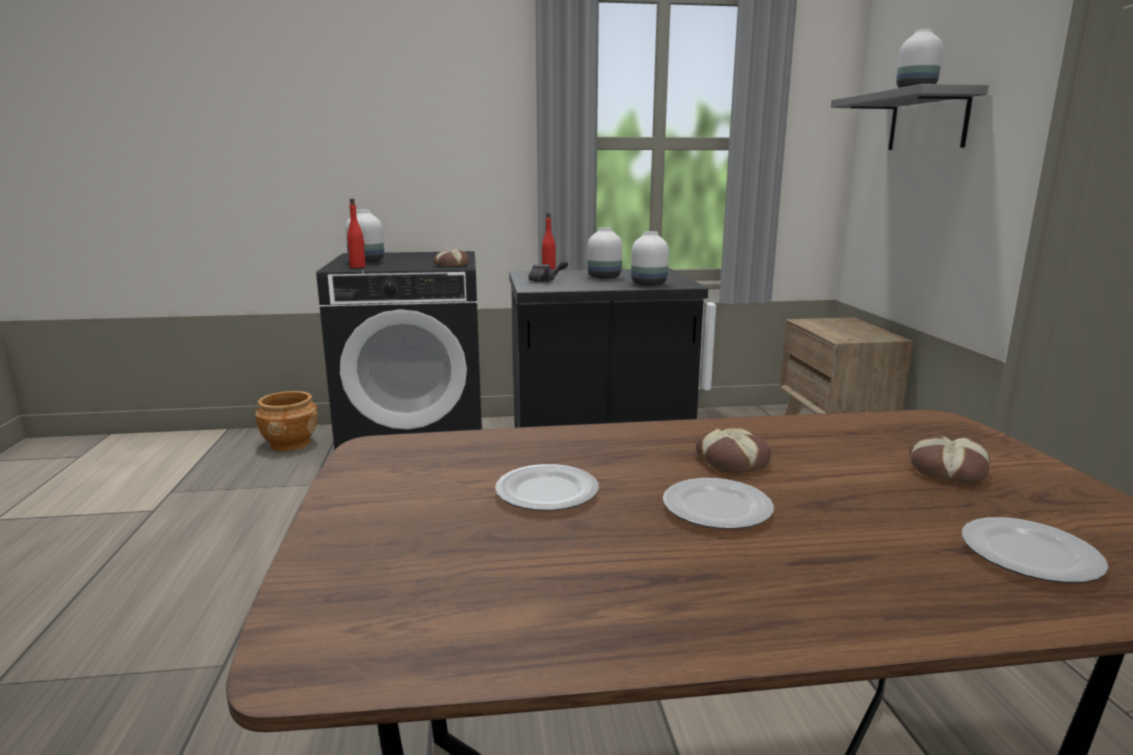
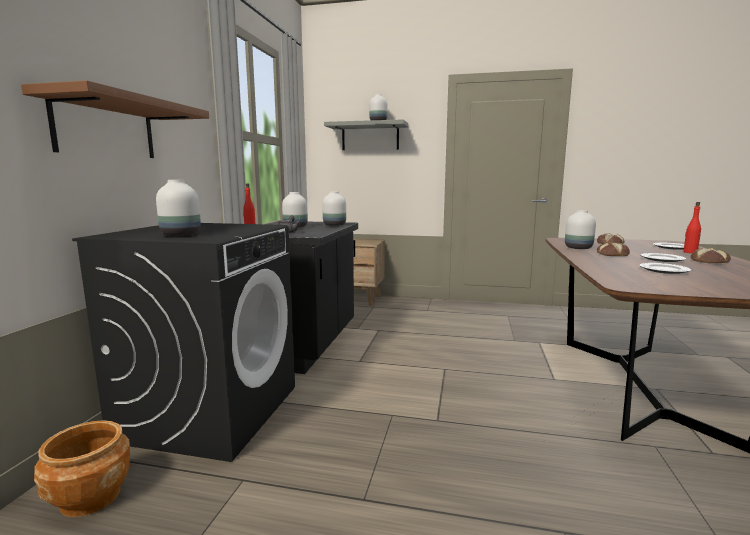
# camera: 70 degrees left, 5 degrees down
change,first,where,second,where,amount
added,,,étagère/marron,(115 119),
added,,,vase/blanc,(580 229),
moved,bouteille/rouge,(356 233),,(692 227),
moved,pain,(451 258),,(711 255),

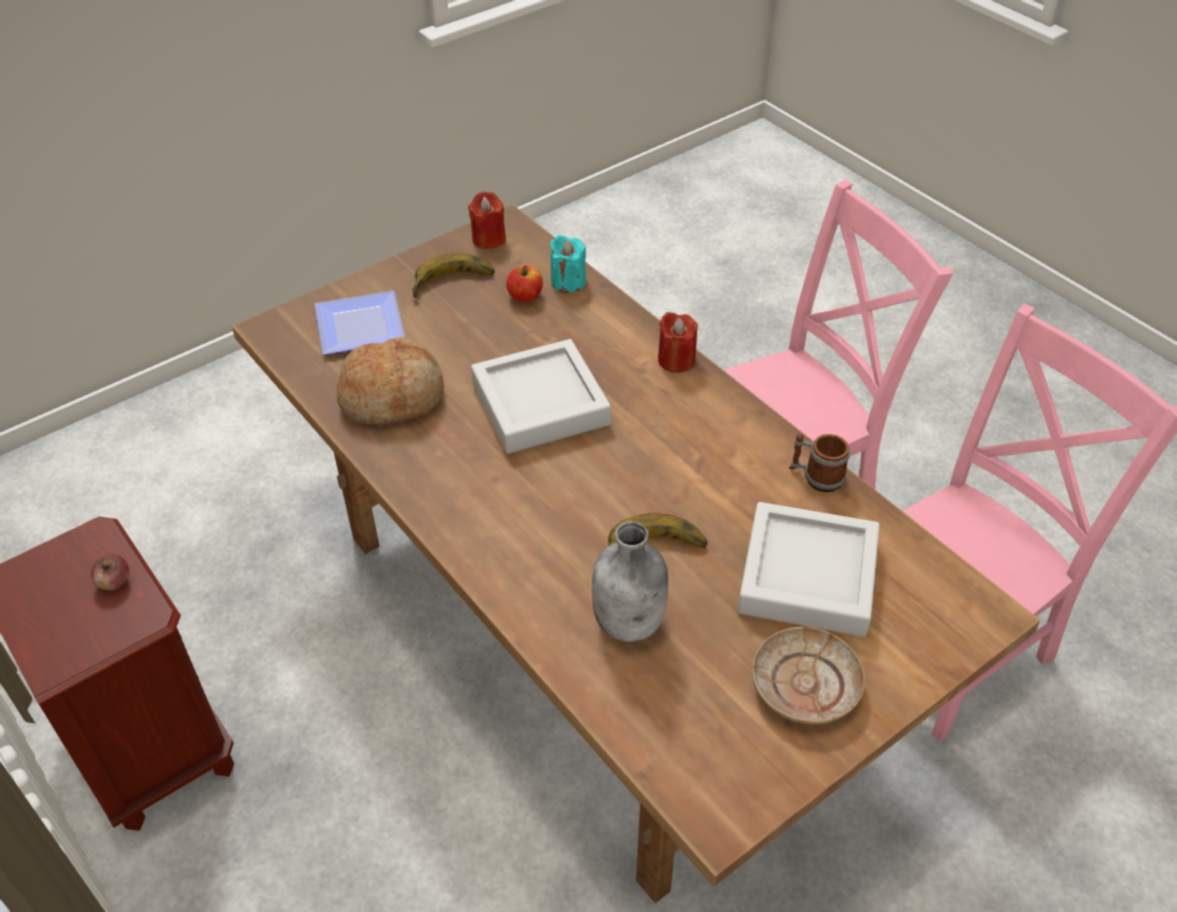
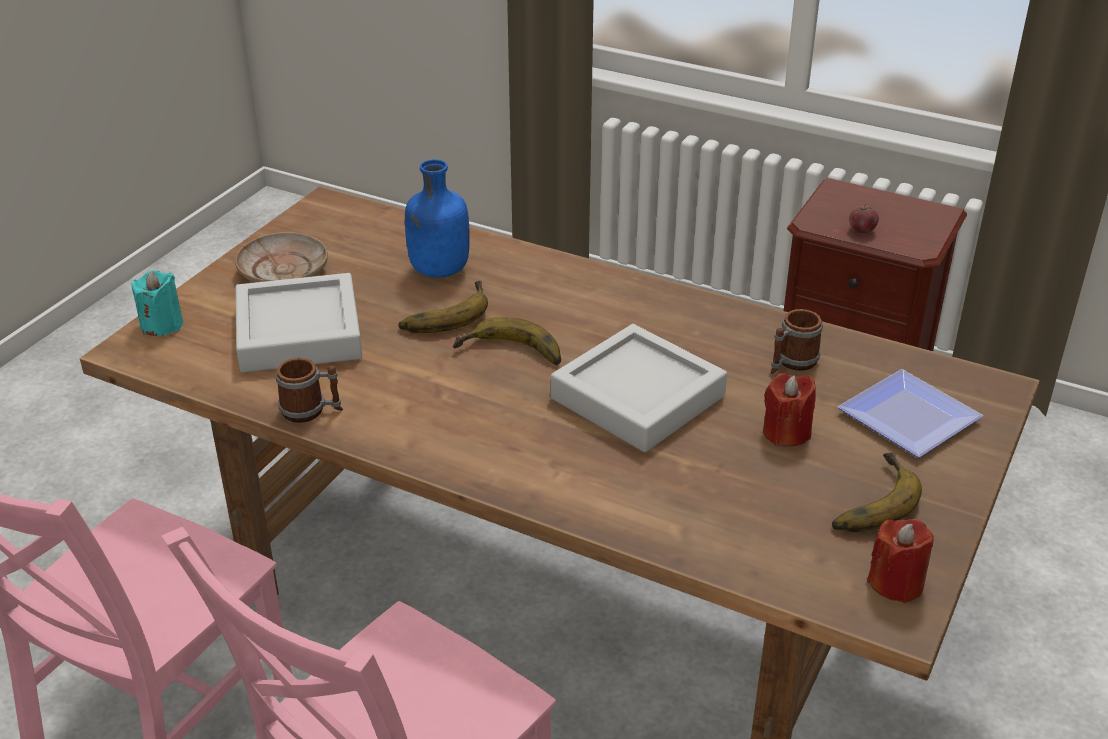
# camera: 155 degrees right, 10 degrees down
change,first,where,second,where,amount
removed,pomme,(524 283),,,
added,,,banane,(507 341),
moved,bougie/turquoise,(568 264),,(157 303),
moved,bougie/rouge,(678 342),,(789 410),
replaced,pain,(390 381),mug,(797 341),
recoloured,bouteille/gris,(630 581),bouteille/bleu,(437 218),

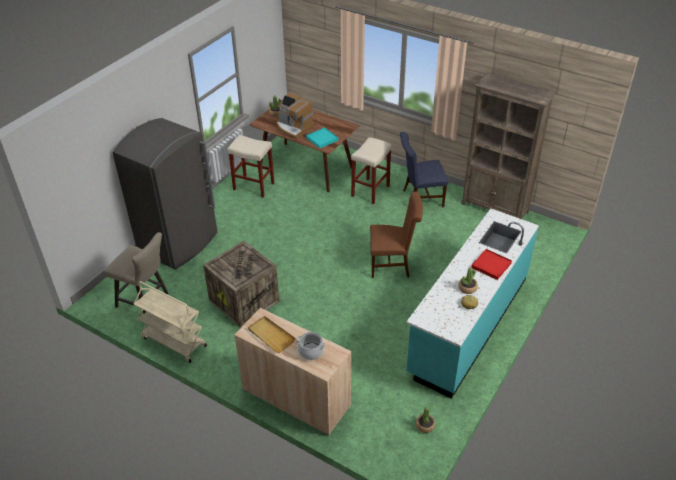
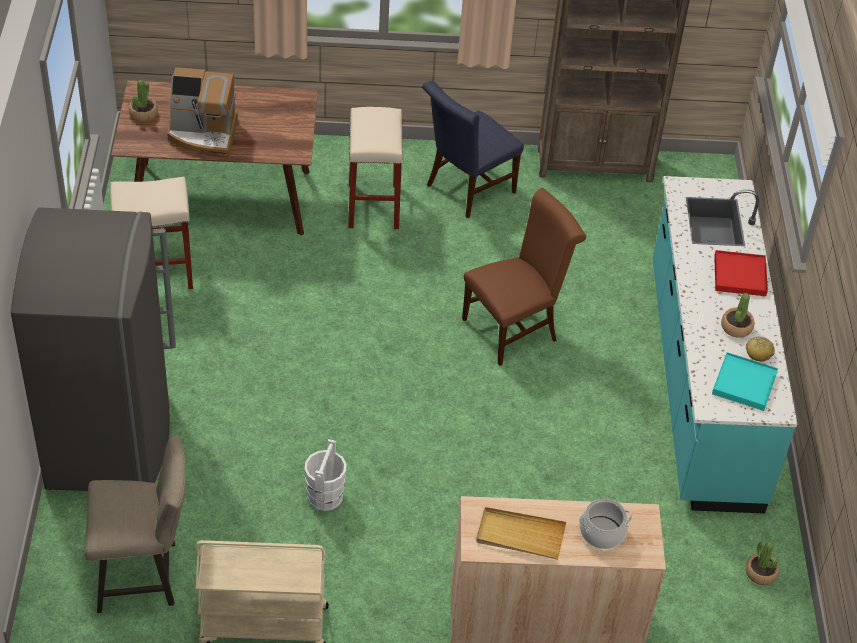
# camera: 35 degrees left, 5 degrees up
change,first,where,second,where,amount
moved,plateau/turquoise,(322 138),,(745 381),
replaced,caisse,(241 284),seau/blanc,(325 475),

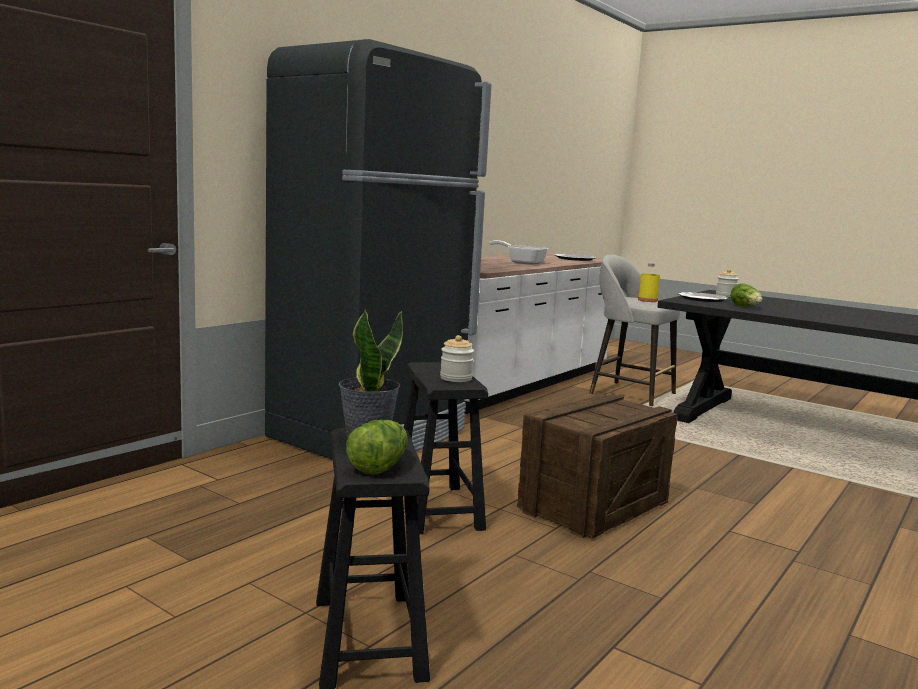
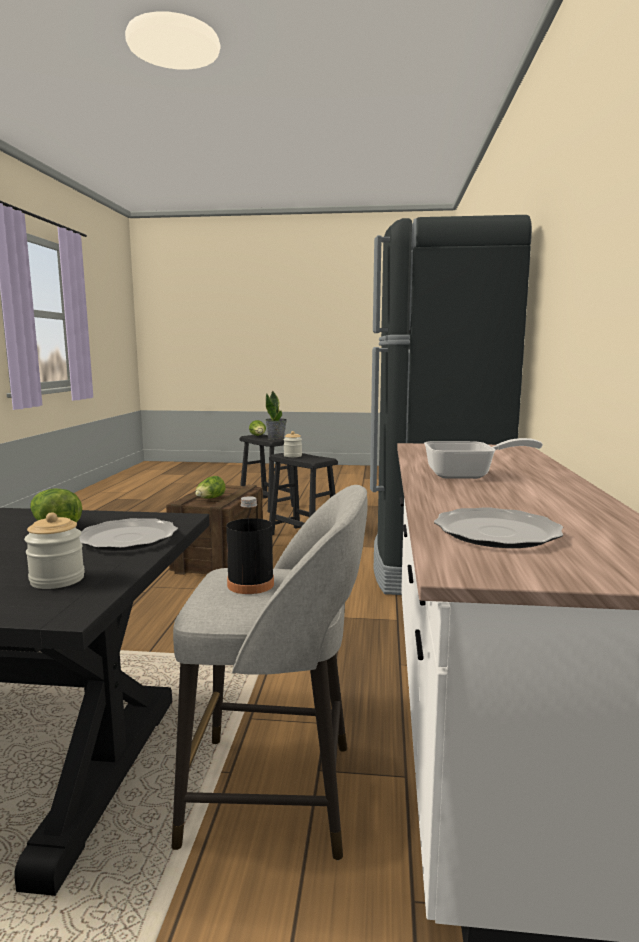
# camera: 150 degrees right, 0 degrees up
change,first,where,second,where,amount
added,,,laitue,(210 487),
recoloured,bouteille/jaune,(649 282),bouteille/noir,(250 545),

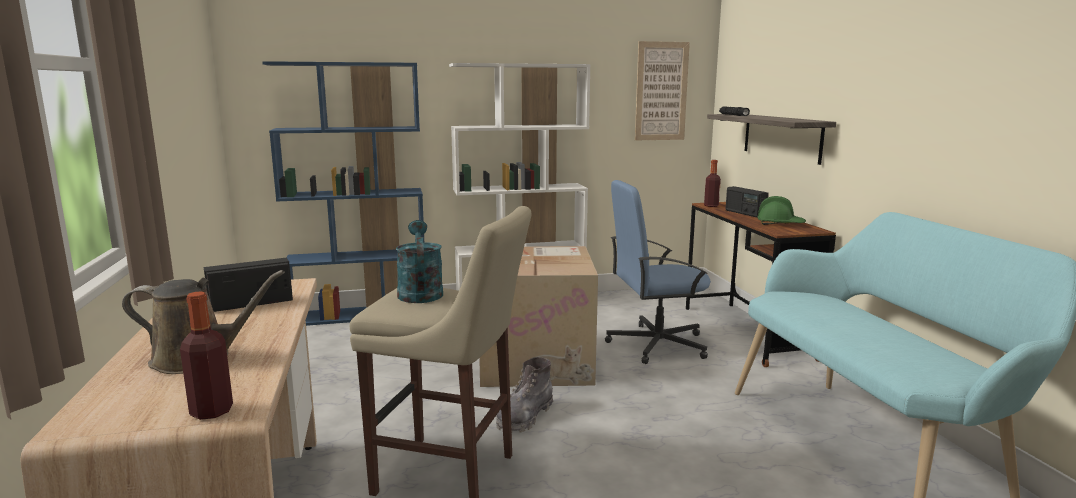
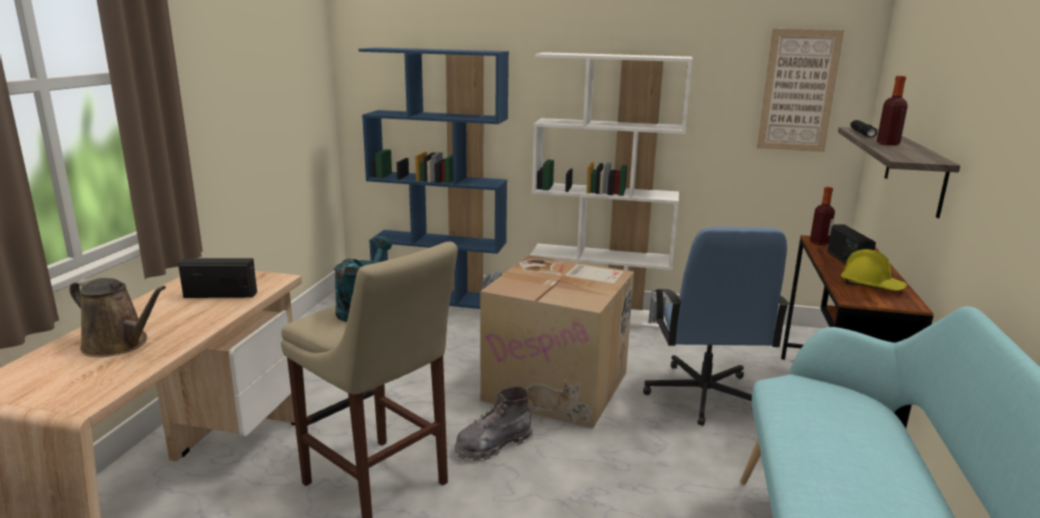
# camera: 25 degrees right, 5 degrees up
change,first,where,second,where,amount
moved,bouteille,(206 355),,(892 110),
recoloured,casque de chantier/vert,(781 210),casque de chantier/jaune,(874 270),
turned,chaise de bureau/bleu,(658 272),,(716 326),105 degrees counterclockwise

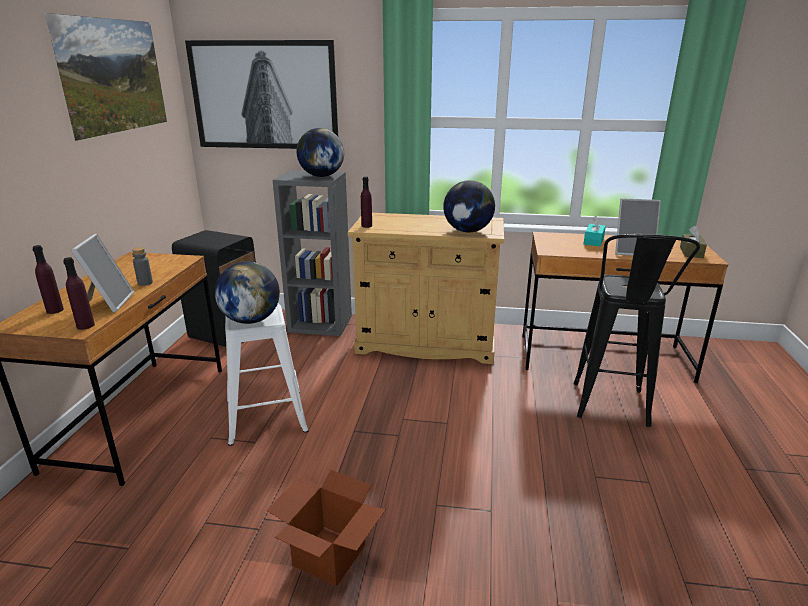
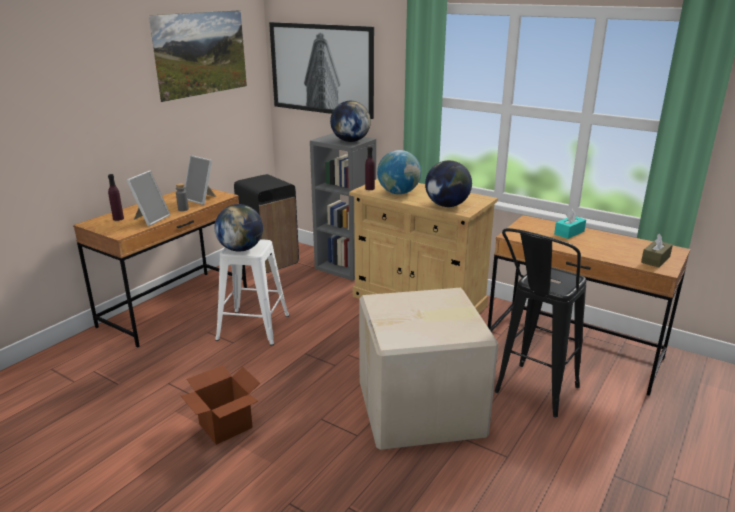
# camera: 25 degrees right, 0 degrees up
change,first,where,second,where,amount
removed,bouteille/violet,(79 293),,,
added,,,carton,(428 369),
added,,,globe,(399 172),
moved,cadre photo,(638 227),,(200 180),

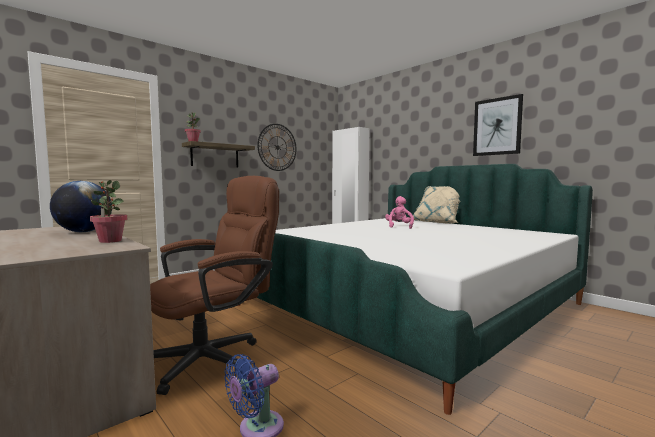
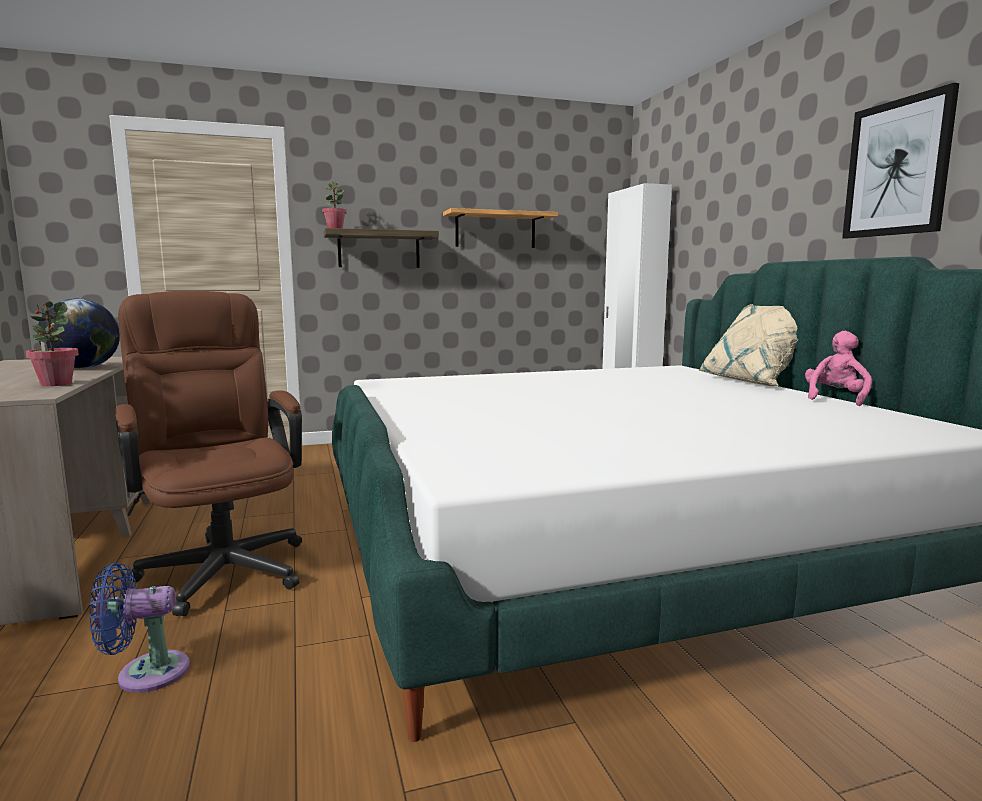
# camera: 25 degrees right, 5 degrees up
change,first,where,second,where,amount
moved,peluche/rose,(399 212),,(838 368),
replaced,horloge murale,(277 147),étagère,(500 228),
turned,chaise de bureau/marron,(214 285),,(208 453),105 degrees counterclockwise

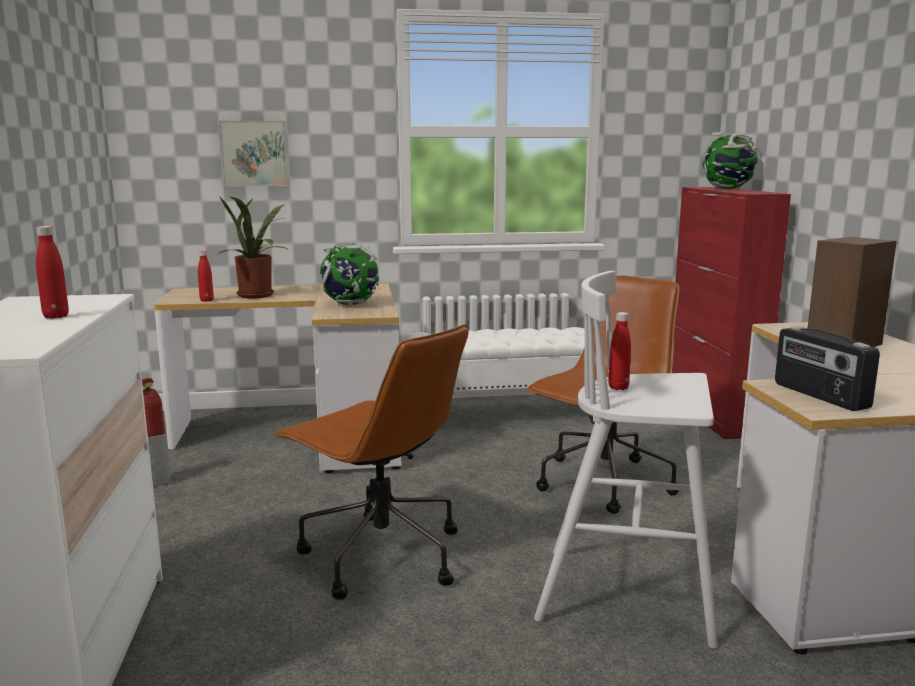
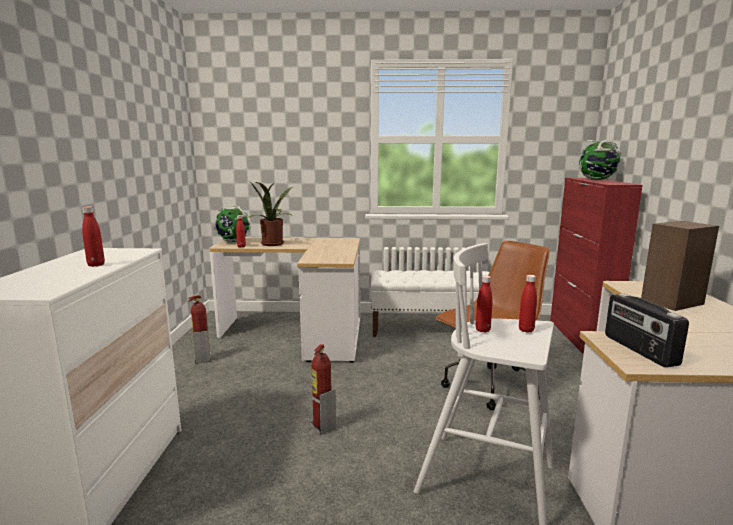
# camera: 10 degrees right, 0 degrees up
change,first,where,second,where,amount
removed,tableau,(254 154),,,
added,,,bouteille/rouge,(528 304),
moved,globe,(349 274),,(232 224),
replaced,chaise de bureau/marron,(371 462),extincteur,(322 389),

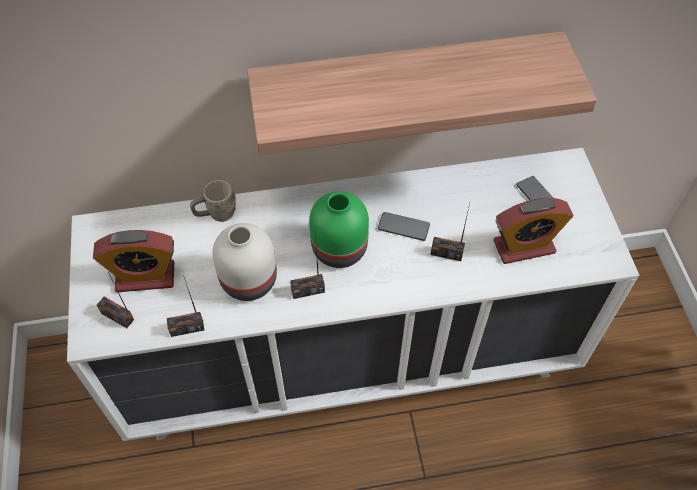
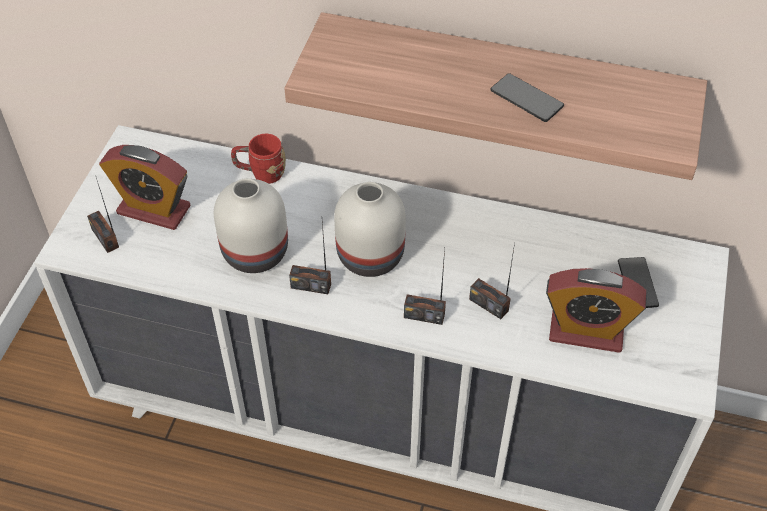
# camera: 25 degrees right, 5 degrees down
change,first,where,second,where,amount
moved,radio,(185 306),,(425 287),
moved,téléphone,(404 226),,(527 98),
recoloured,mug/gris,(213 201),mug/rouge,(258 159),
recoloured,vase/vert,(339 229),vase/blanc,(370 229),

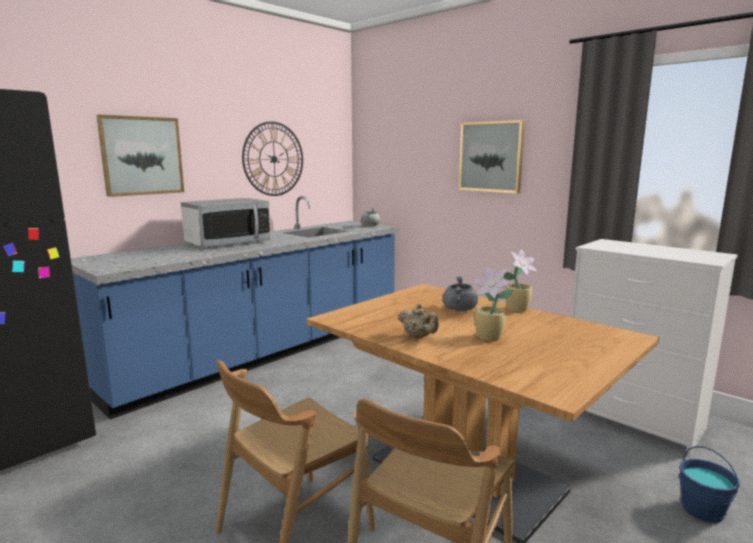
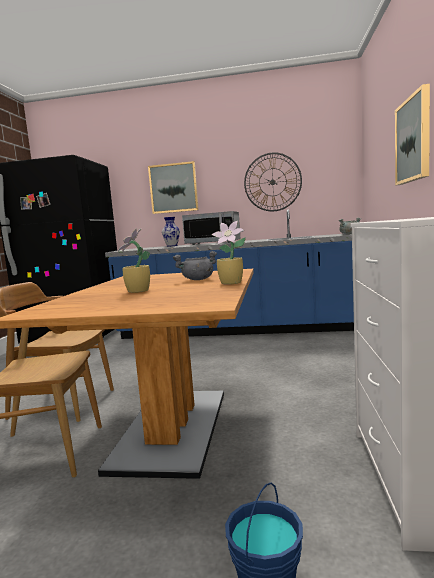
# camera: 55 degrees right, 5 degrees down
change,first,where,second,where,amount
removed,théière/beige,(419 321),,,
added,,,vase,(171 232),

